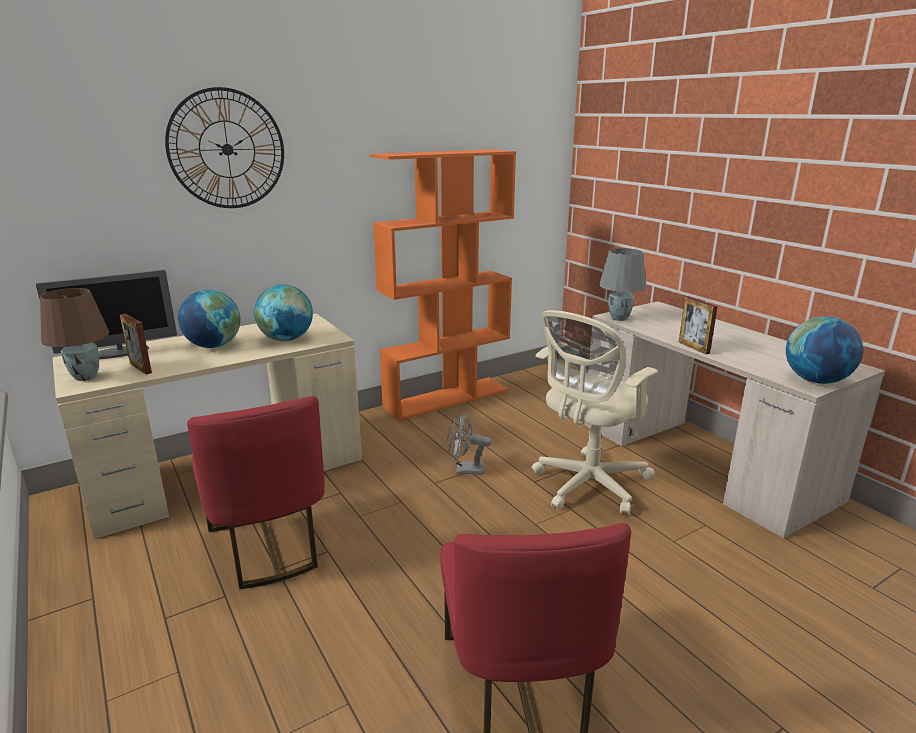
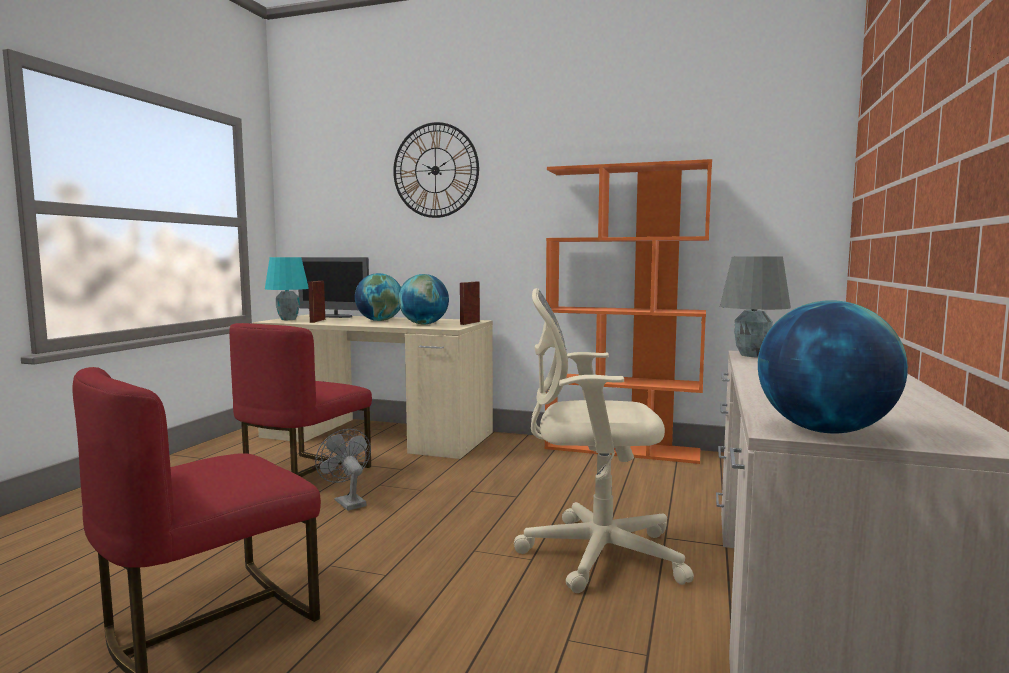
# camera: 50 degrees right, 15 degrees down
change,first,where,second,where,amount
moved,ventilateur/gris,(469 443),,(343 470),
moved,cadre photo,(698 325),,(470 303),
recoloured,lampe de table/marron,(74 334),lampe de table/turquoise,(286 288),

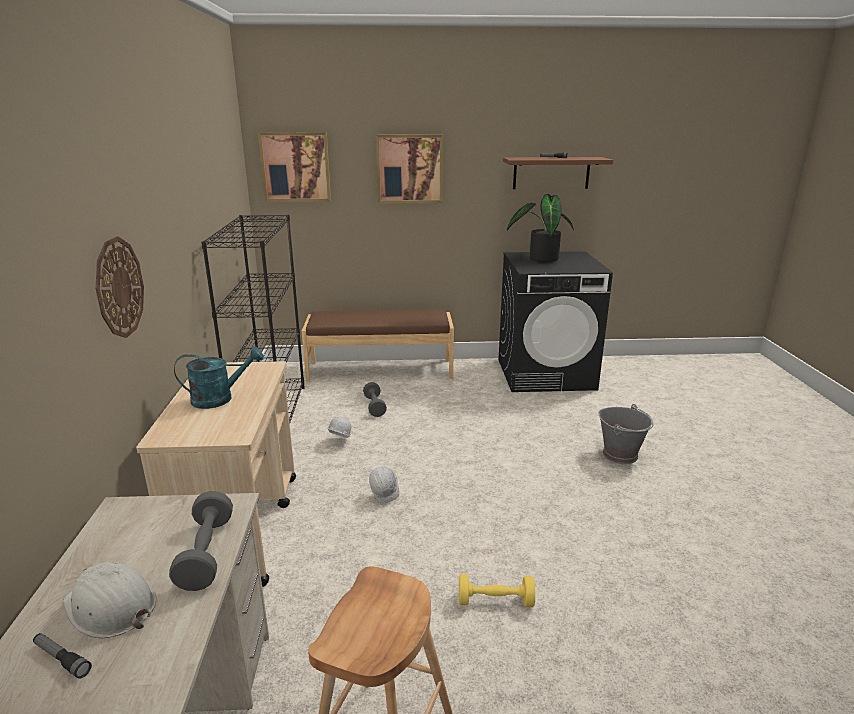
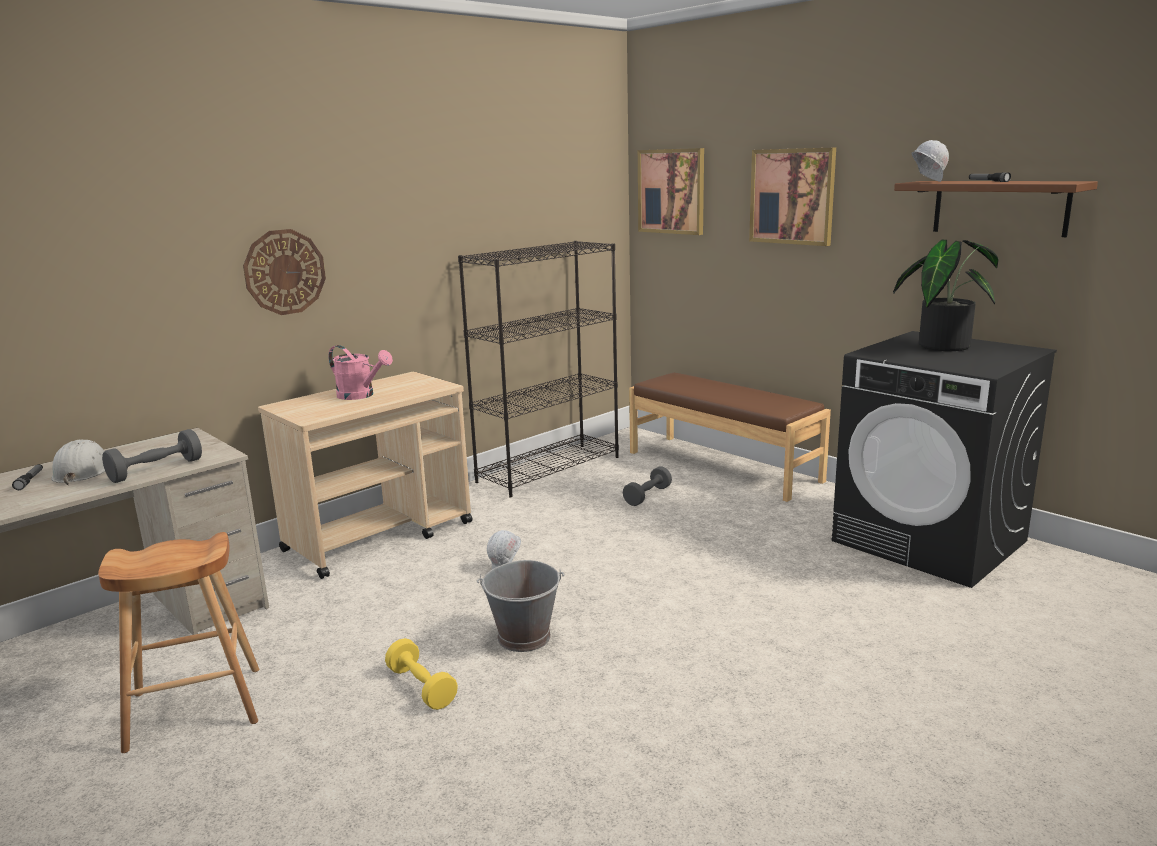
# camera: 50 degrees right, 5 degrees down
change,first,where,second,where,amount
moved,casque de chantier/blanc,(339 427),,(930 161),
moved,seau/gris,(626 434),,(520 606),
recoloured,arrosoir/turquoise,(219 377),arrosoir/rose,(361 372),

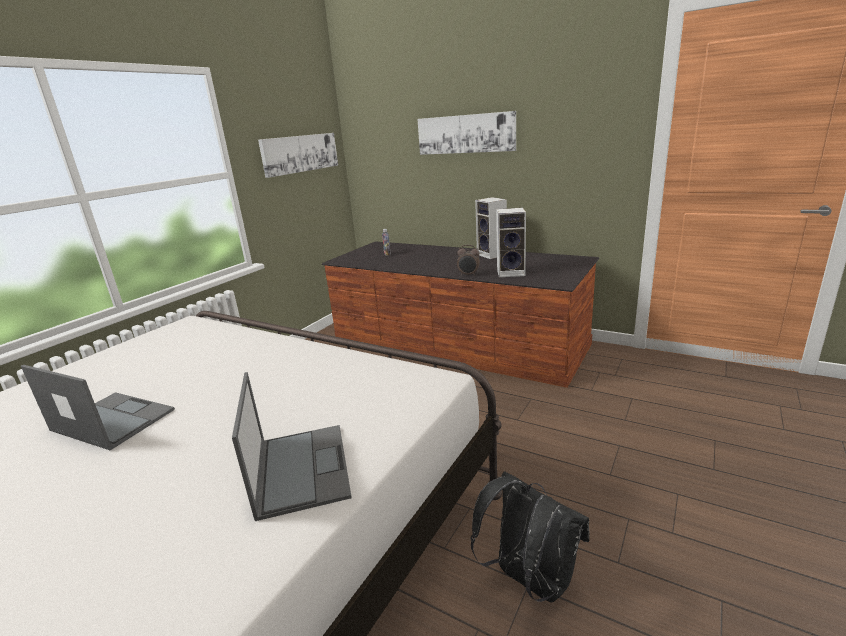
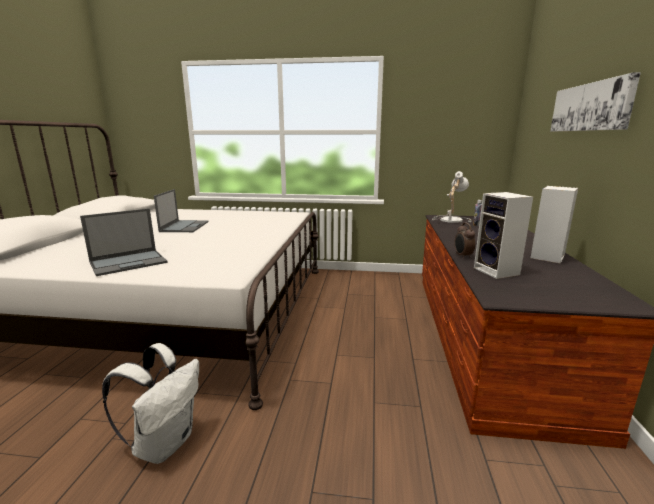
# camera: 65 degrees right, 5 degrees down
change,first,where,second,where,amount
removed,tableau,(298 155),,,
added,,,lampe de table,(452 197),
recoloured,sac à dos/noir,(529 537),sac à dos/blanc,(150 403),

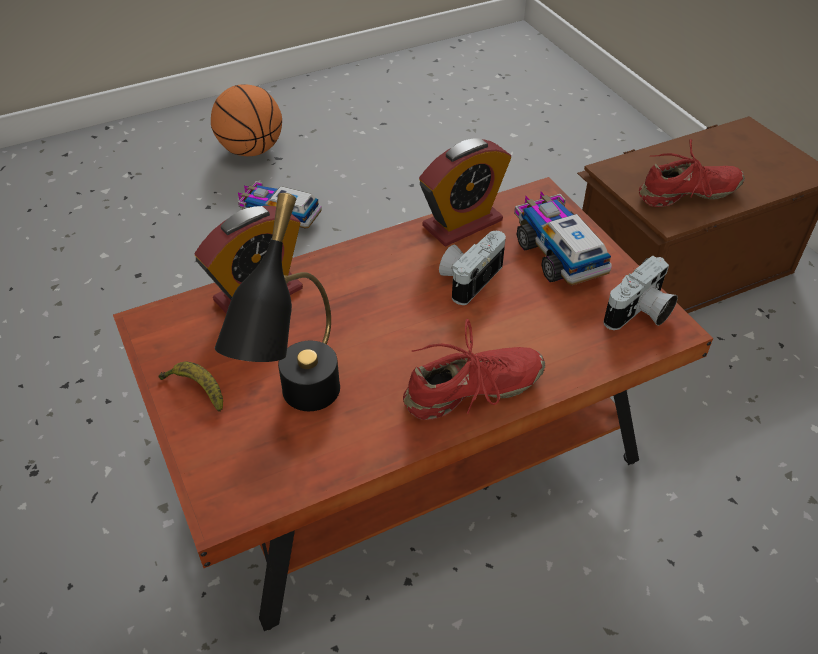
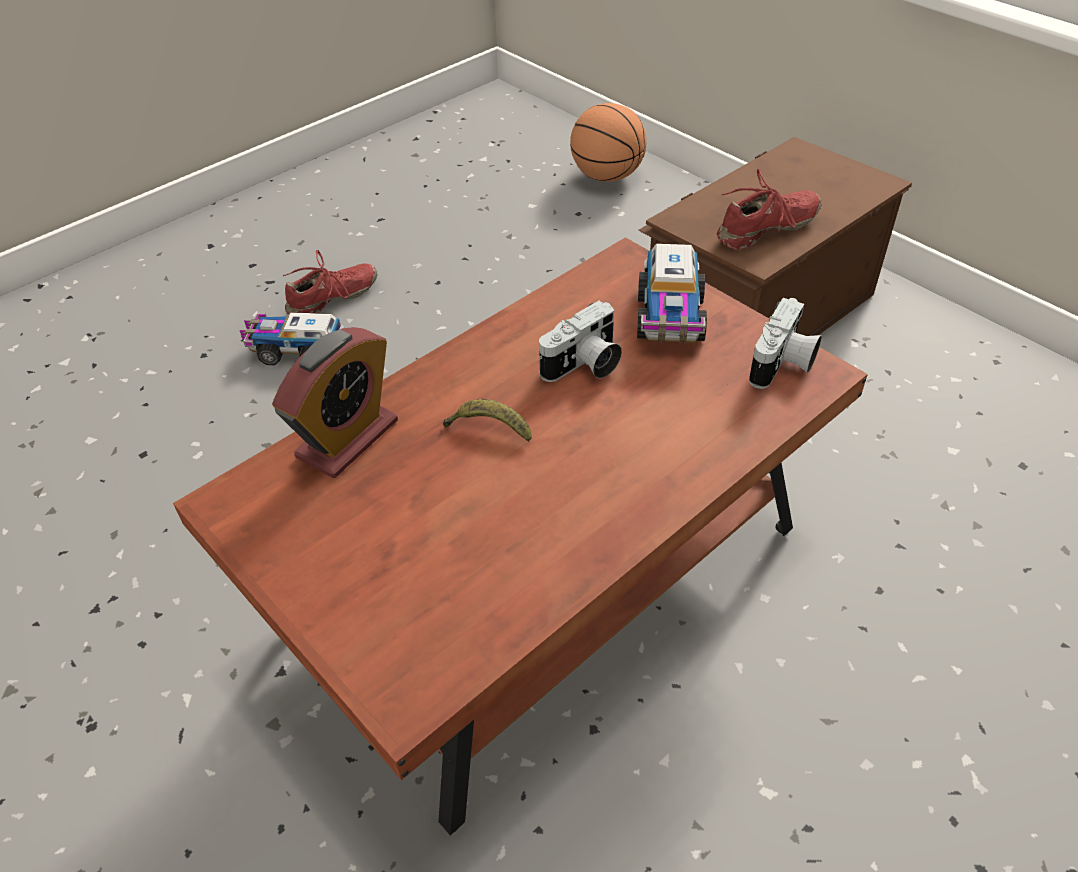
# camera: 15 degrees left, 0 degrees up
change,first,where,second,where,amount
removed,lampe de table/noir,(277 302),,,
removed,réveil,(465 192),,,
moved,banane,(190 387),,(487 420),
moved,ballon de basket,(246 120),,(608 142),
moved,chaussure/rouge,(474 369),,(330 282),
turned,appareil photo,(472 268),,(580 341),150 degrees counterclockwise
turned,camion jouet,(563 238),,(672 294),135 degrees counterclockwise

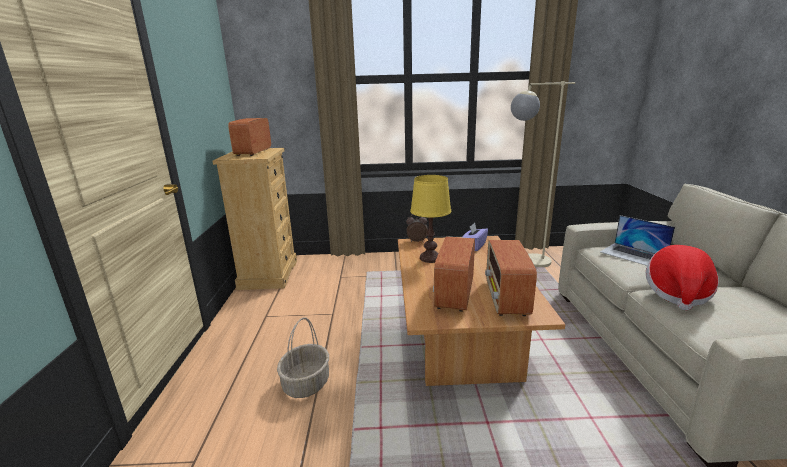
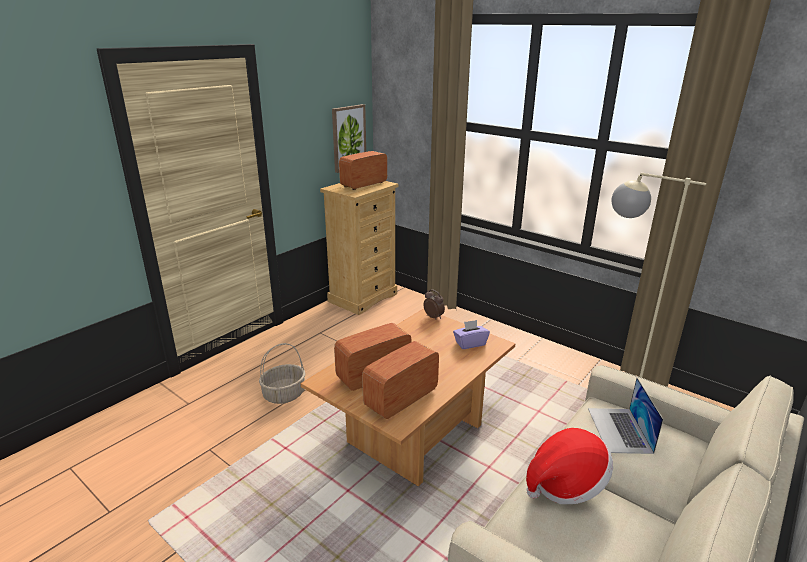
# camera: 40 degrees right, 5 degrees up
change,first,where,second,where,amount
removed,lampe de table/jaune,(430 219),,,
added,,,tableau,(349 138),

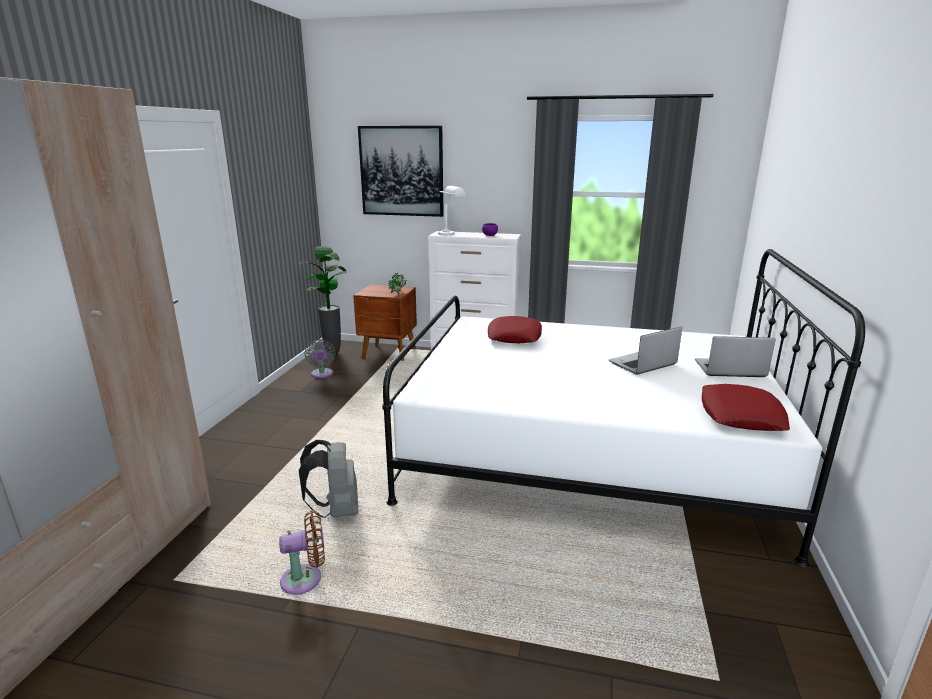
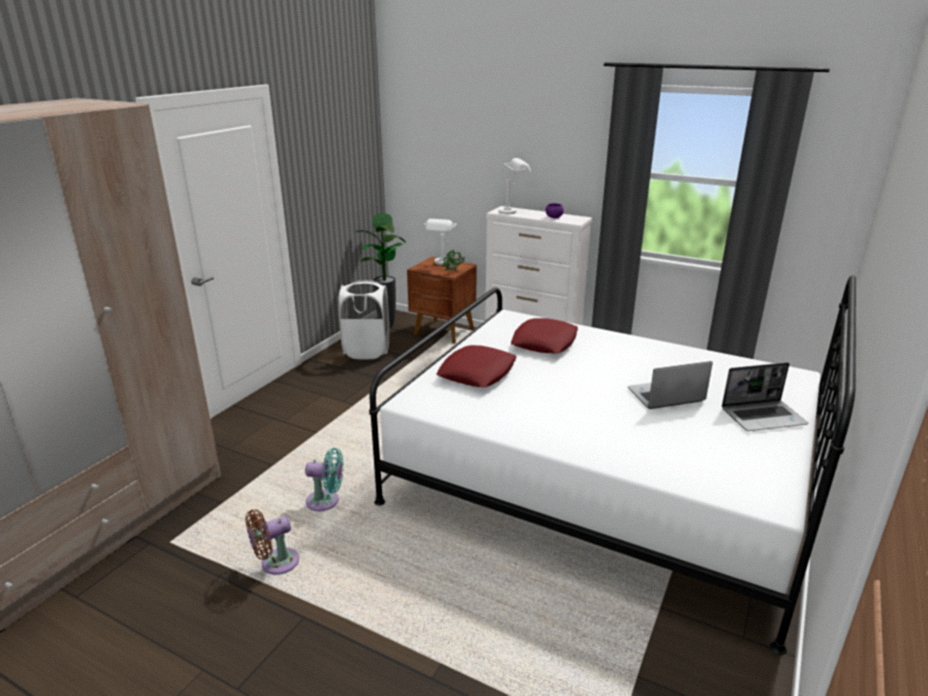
# camera: 15 degrees right, 5 degrees up
change,first,where,second,where,amount
removed,tableau,(401 171),,,
added,,,lampe de table/blanc,(440 242),
moved,coussin/rouge,(746 407),,(476 366),
replaced,sac à dos/gris,(328 479),ventilateur/turquoise,(324 479),
replaced,ventilateur/gris,(320 358),panier à linge/blanc,(364 320),
turned,ventilateur/marron,(302 553),,(272 542),150 degrees clockwise
turned,ordinateur portable,(735 356),,(765 396),150 degrees clockwise

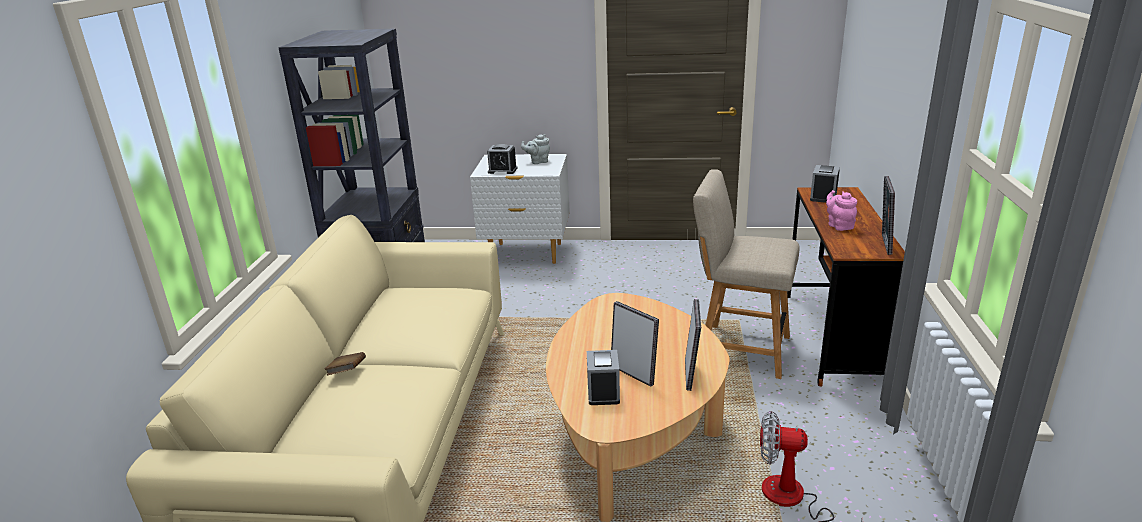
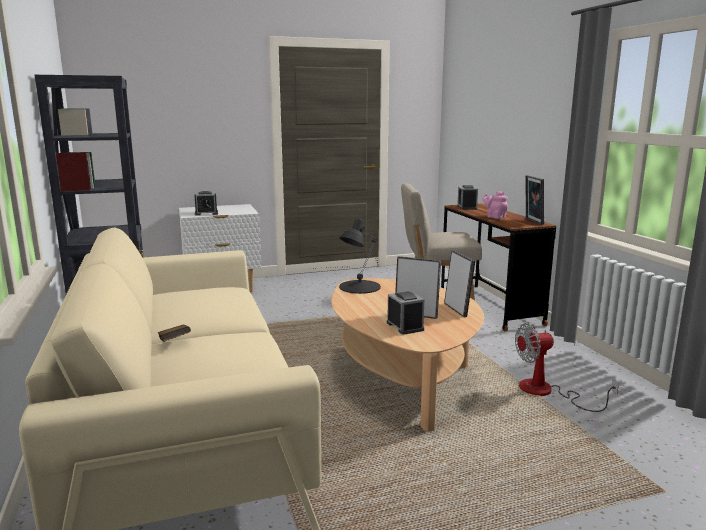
# camera: 25 degrees left, 10 degrees down
change,first,where,second,where,amount
removed,théière/gris,(535 149),,,
added,,,lampe de table/noir,(360 256),

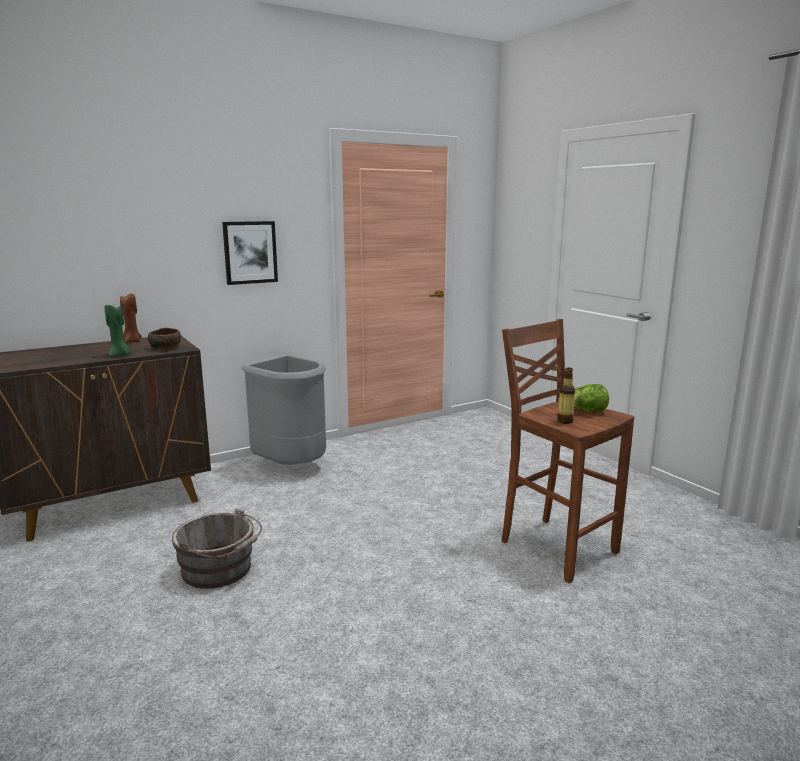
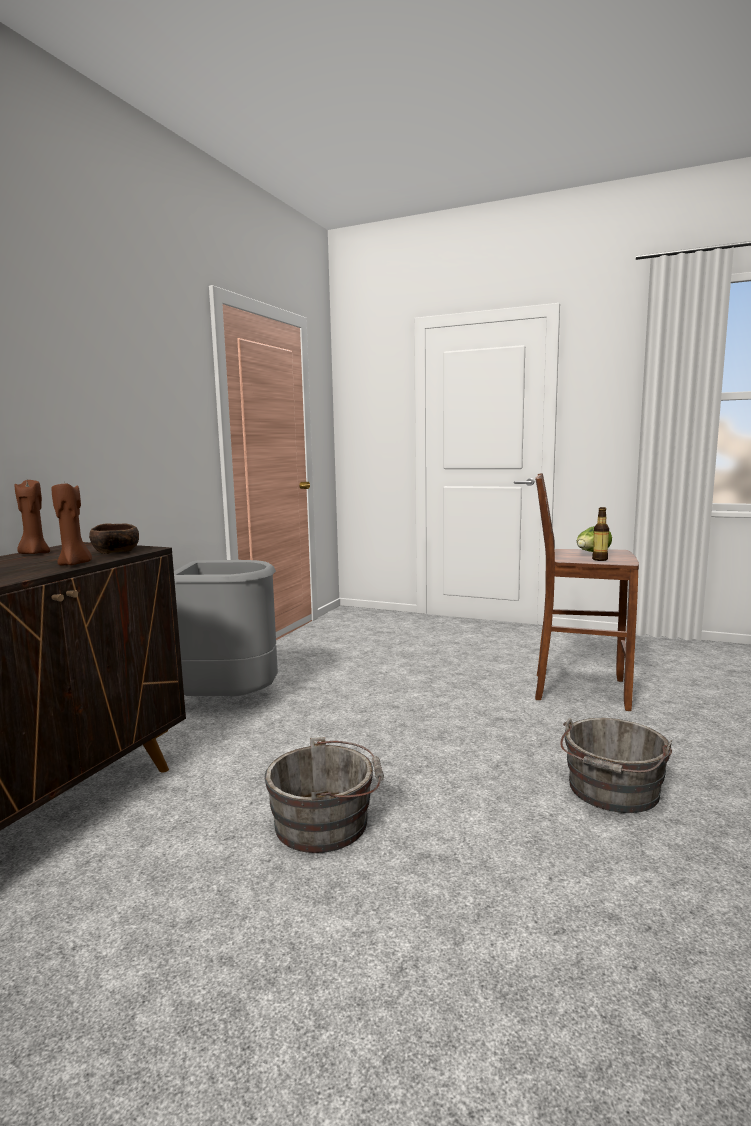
# camera: 35 degrees left, 5 degrees down
change,first,where,second,where,amount
removed,tableau,(250 253),,,
added,,,seau/gris,(616 765),
recoloured,bougie/vert,(118 331),bougie/marron,(71 523),

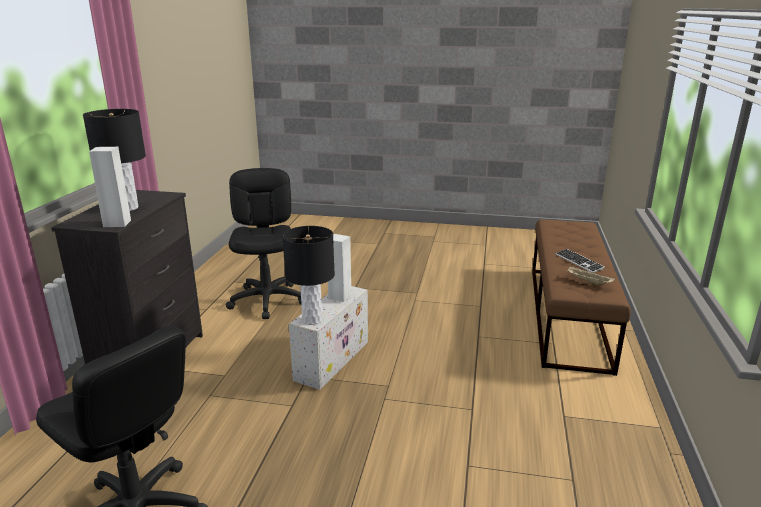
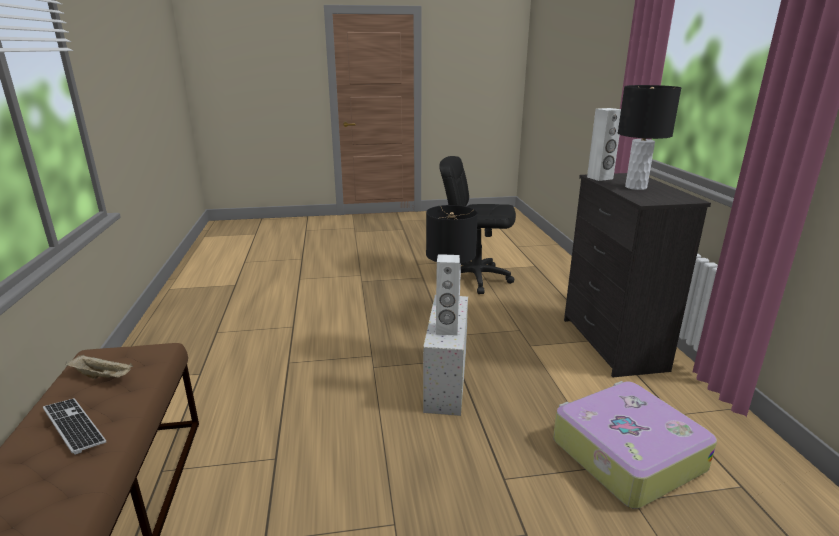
# camera: 160 degrees right, 0 degrees up
change,first,where,second,where,amount
replaced,chaise de bureau/noir,(264 243),valise,(635 445),

